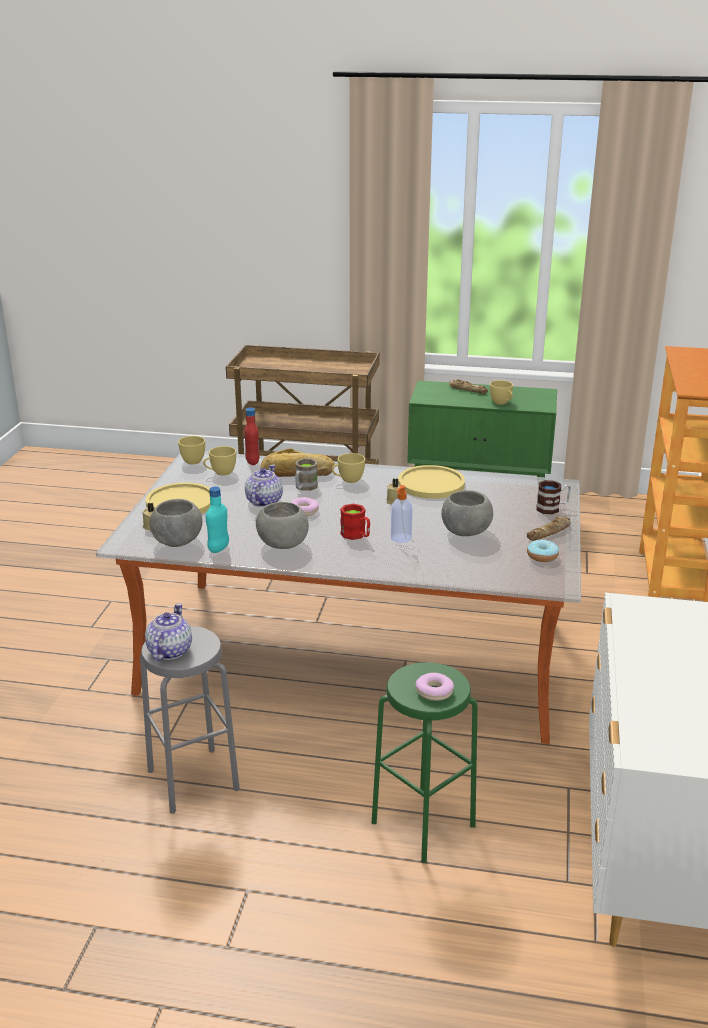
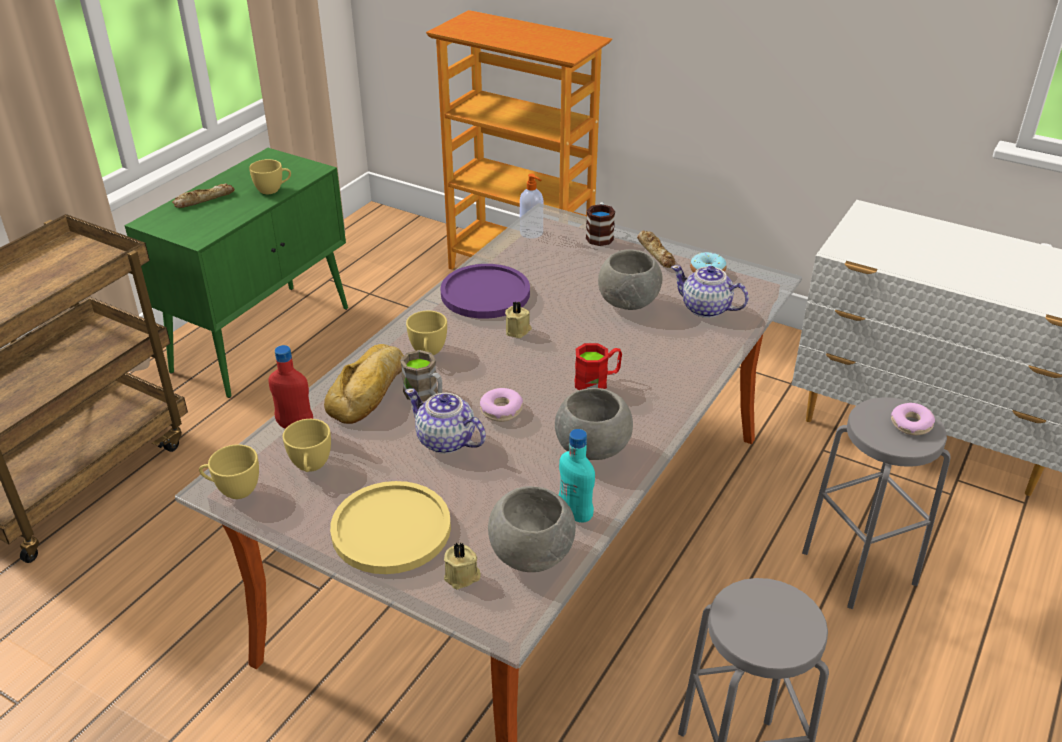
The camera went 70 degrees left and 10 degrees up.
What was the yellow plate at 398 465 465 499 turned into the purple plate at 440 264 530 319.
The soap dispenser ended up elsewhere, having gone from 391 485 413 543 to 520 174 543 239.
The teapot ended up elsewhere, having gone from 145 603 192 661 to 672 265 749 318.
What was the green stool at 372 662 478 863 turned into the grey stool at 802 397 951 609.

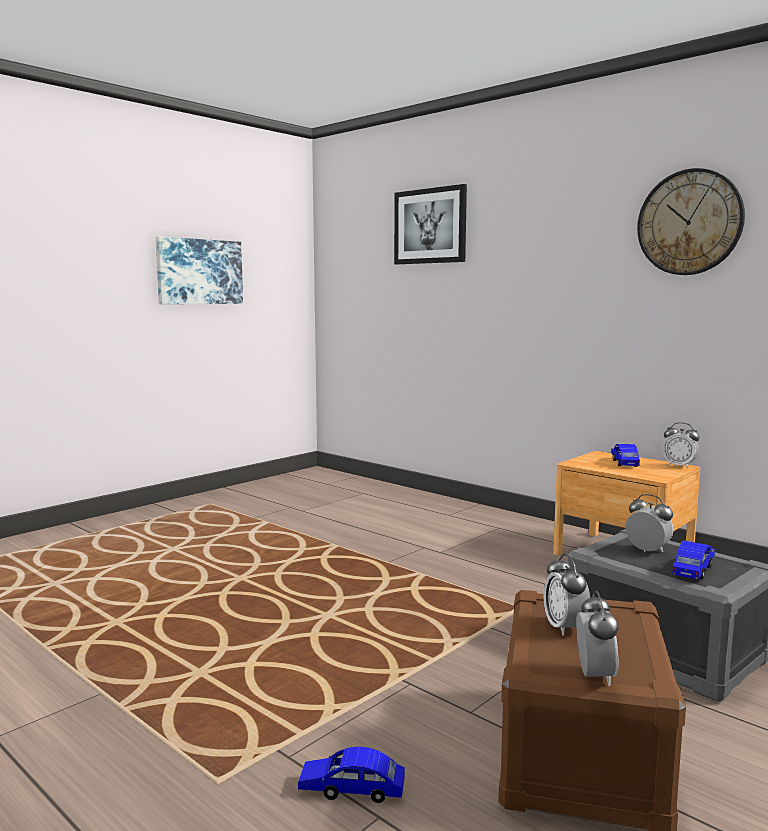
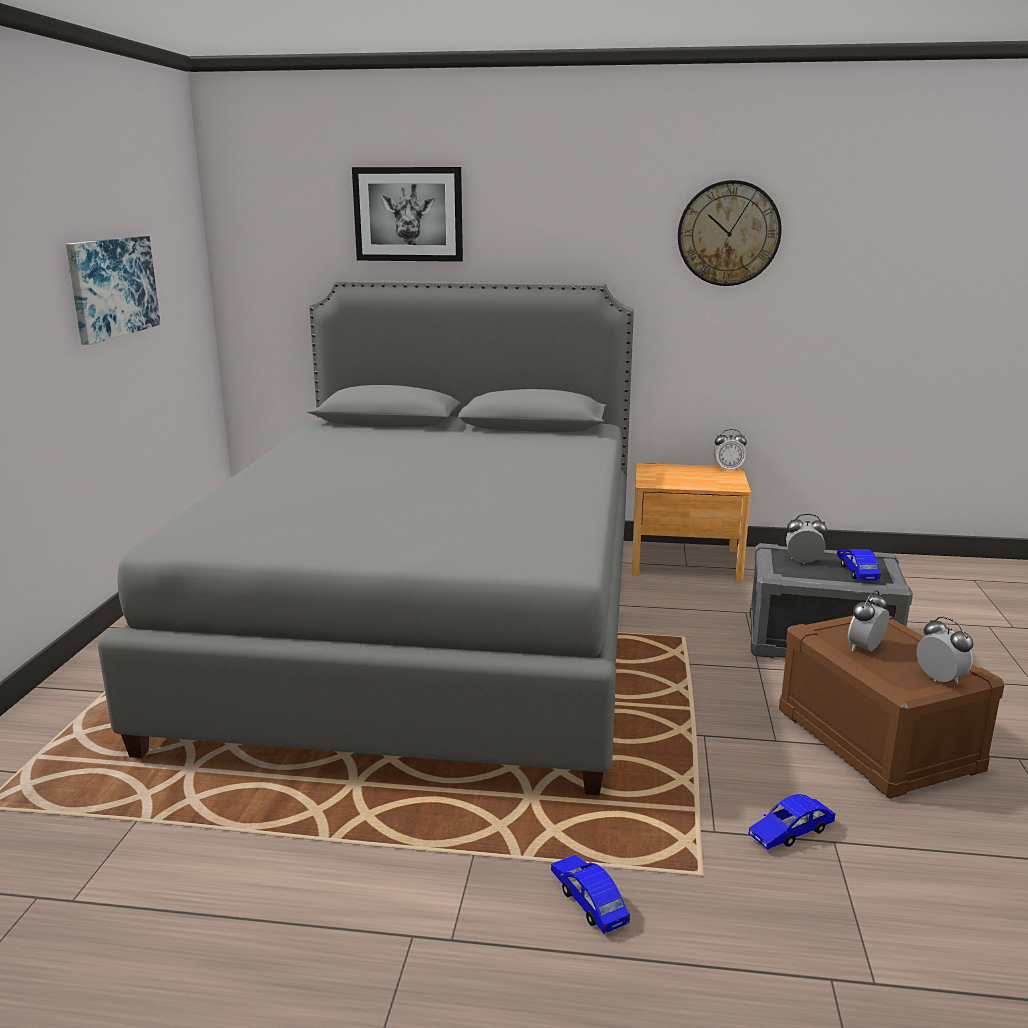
The camera went 35 degrees left and 10 degrees up.
The second view gained the grey bed at 98 279 634 796.
The blue toy car ended up elsewhere, having gone from 611 444 640 467 to 551 855 630 934.
The alarm clock at 544 554 590 636 ended up facing another way, 90 degrees clockwise from before.

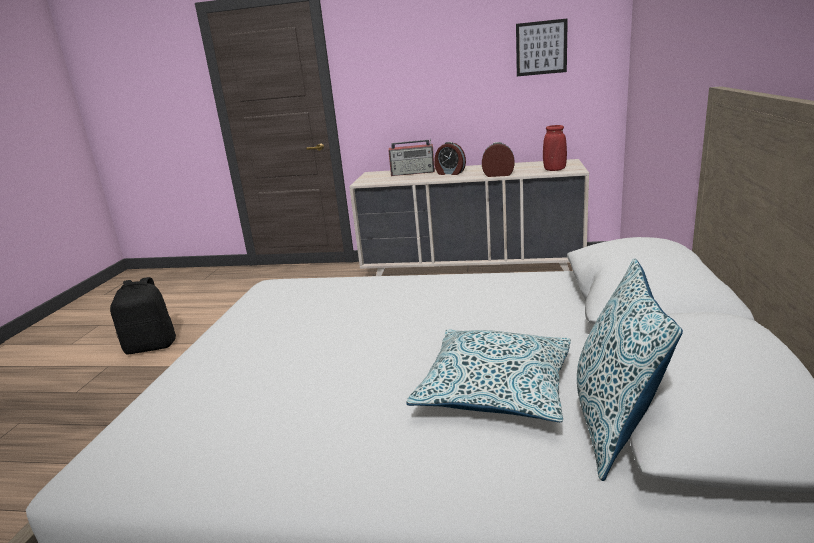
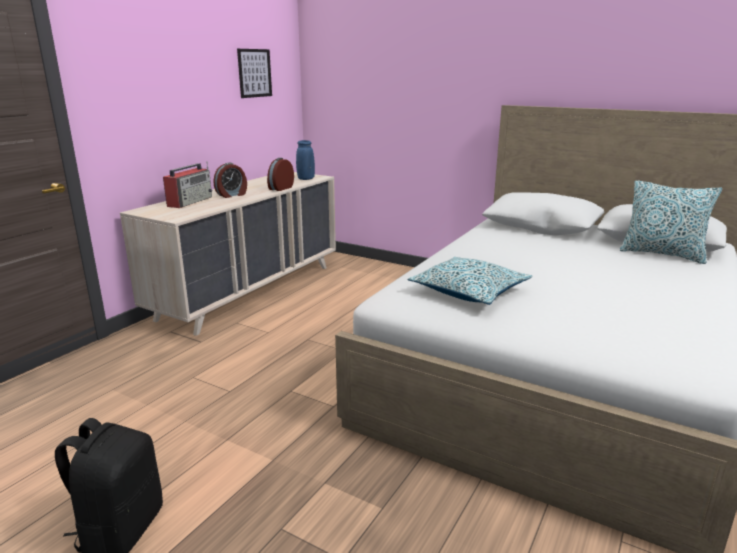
The camera went 70 degrees left and 0 degrees up.
What was the red vase at 543 125 567 171 turned into the blue vase at 296 140 315 180.
The pillow ended up elsewhere, having gone from 406 329 571 422 to 408 257 533 305.

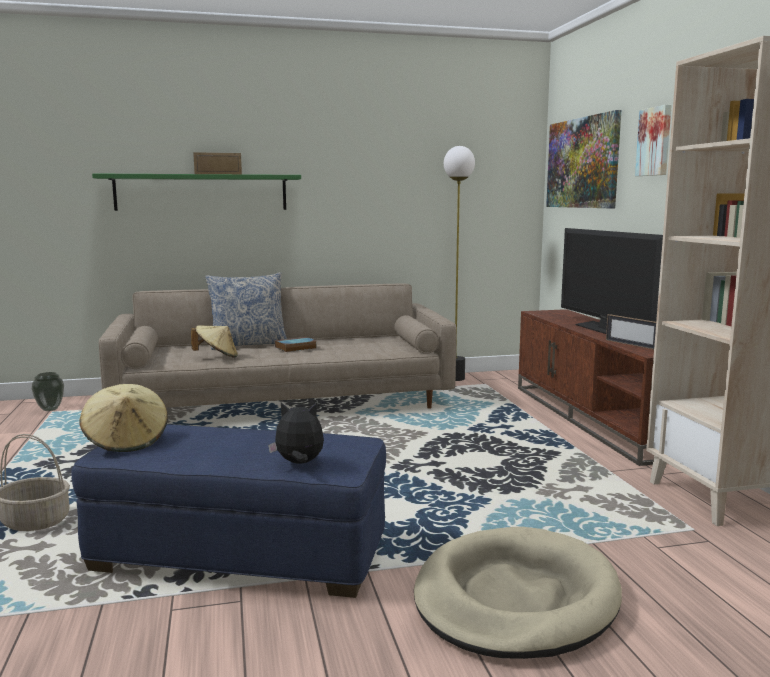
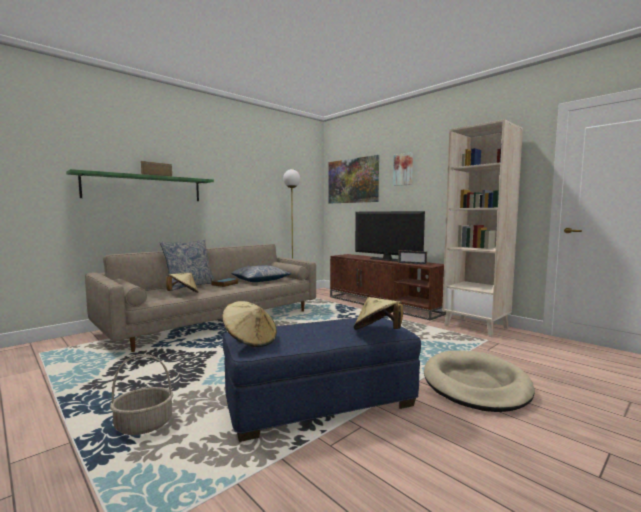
The camera went 30 degrees left and 5 degrees down.
The second view gained the pillow at 231 265 291 282.
Where the plush toy stood at 268 402 324 464, the beige hat came to stand at 354 297 403 330.
The second view lost the vase at 32 372 64 411.

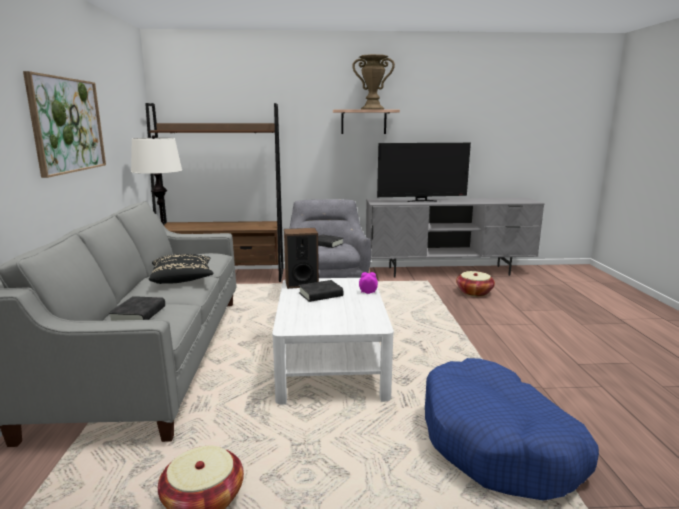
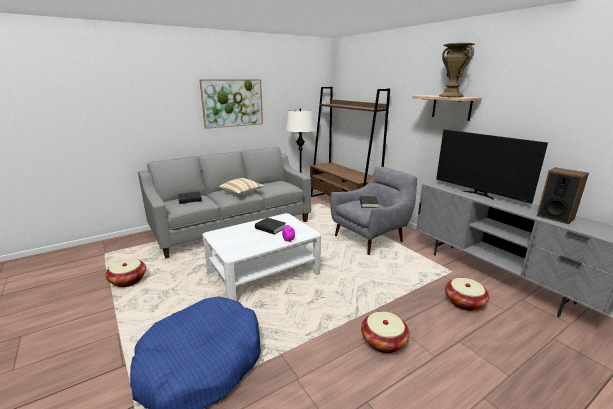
The camera went 60 degrees right and 5 degrees up.
What was the black pillow at 149 254 214 284 turned into the beige pillow at 219 178 264 195.
The second view gained the basket at 361 312 410 353.
The speaker ended up elsewhere, having gone from 284 228 319 289 to 537 167 589 224.

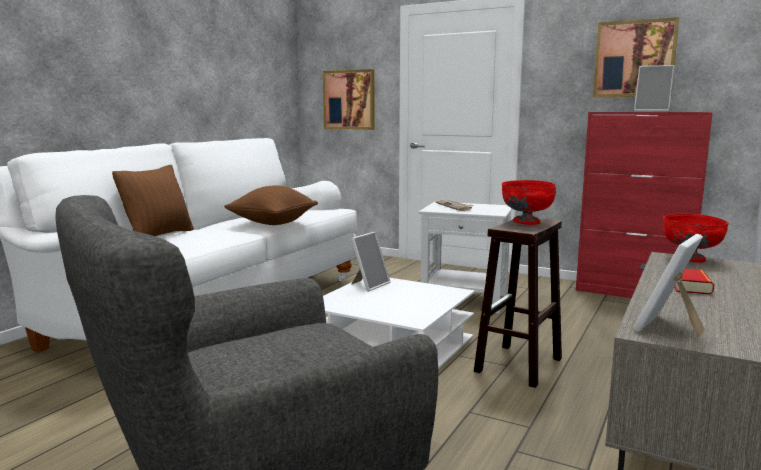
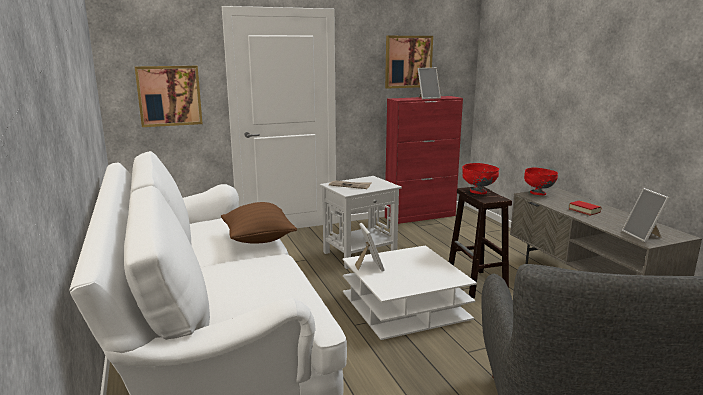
The camera went 50 degrees left and 5 degrees up.
The second view lost the brown pillow at 112 165 194 236.

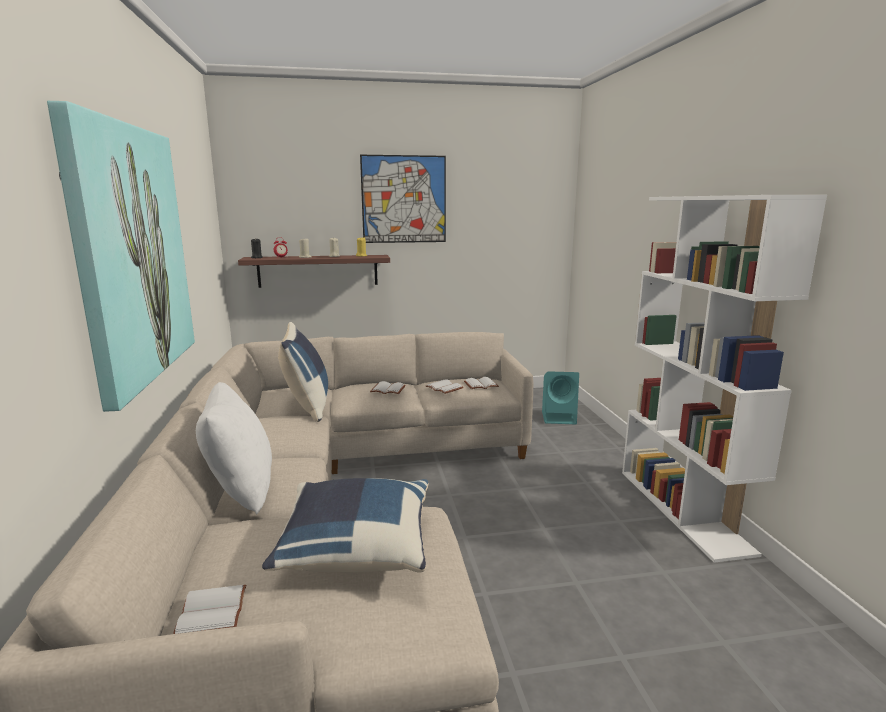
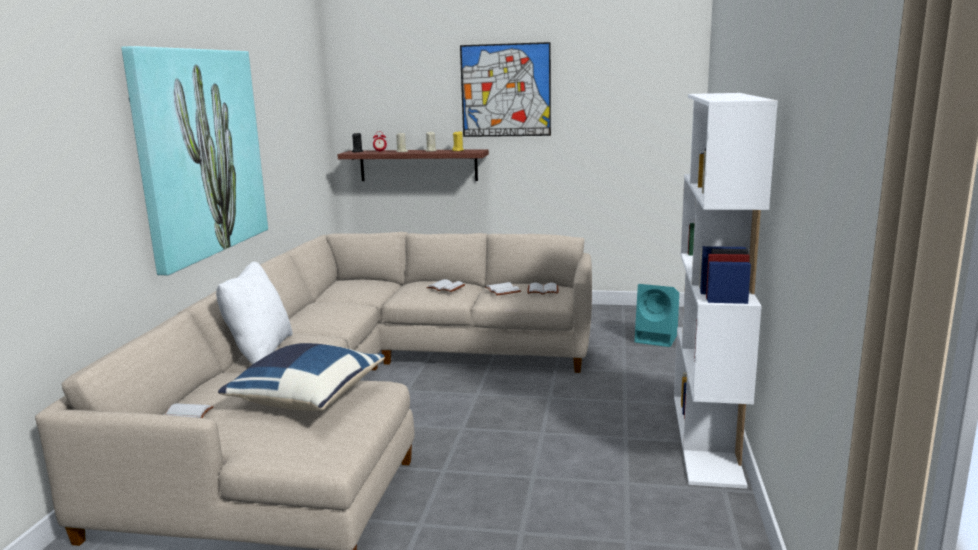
The camera went 20 degrees right and 0 degrees up.
The second view lost the blue pillow at 278 322 328 422.

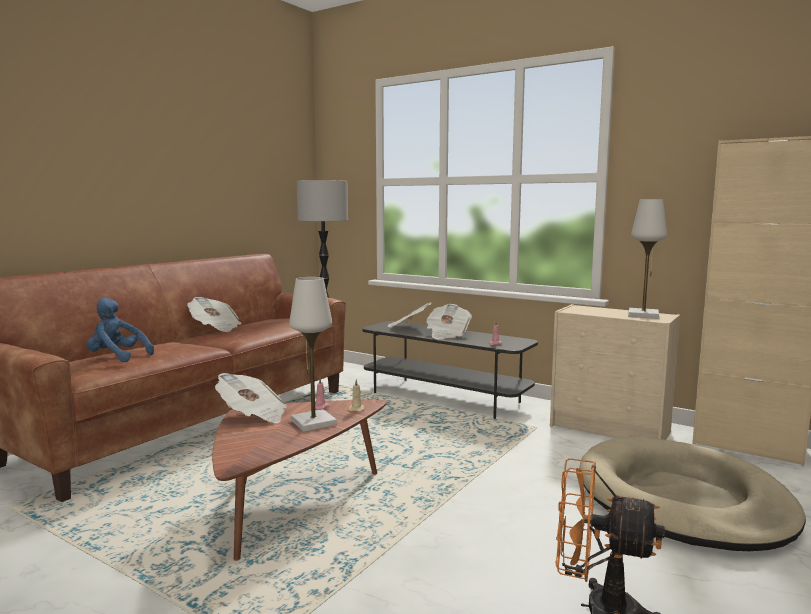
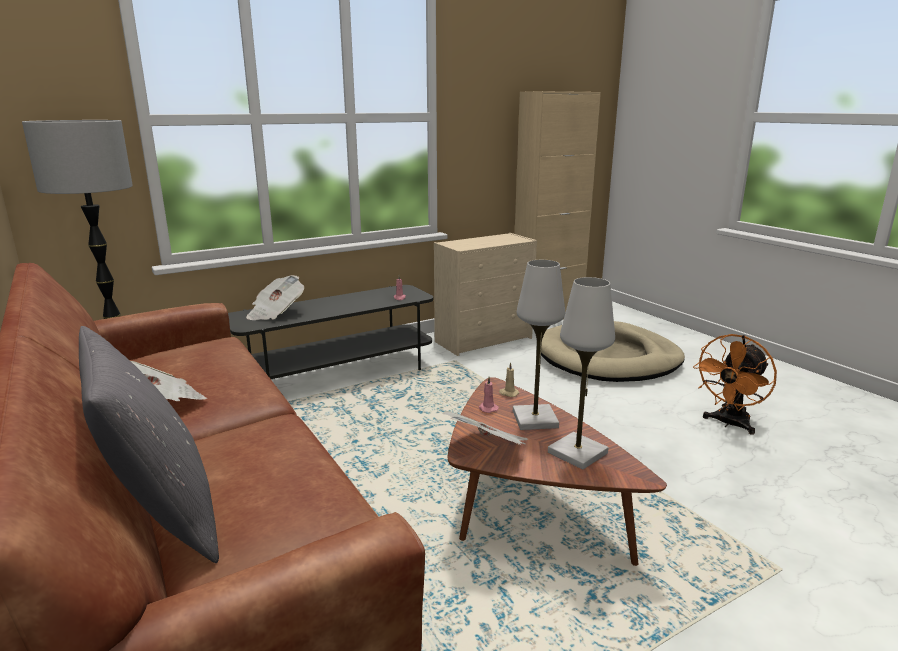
The camera went 65 degrees left and 10 degrees up.
The second view gained the grey pillow at 79 326 219 563.
The white table lamp ended up elsewhere, having gone from 628 199 667 319 to 548 277 615 470.
The second view lost the blue plush toy at 86 298 154 362.
The second view lost the newspaper at 426 304 472 339.

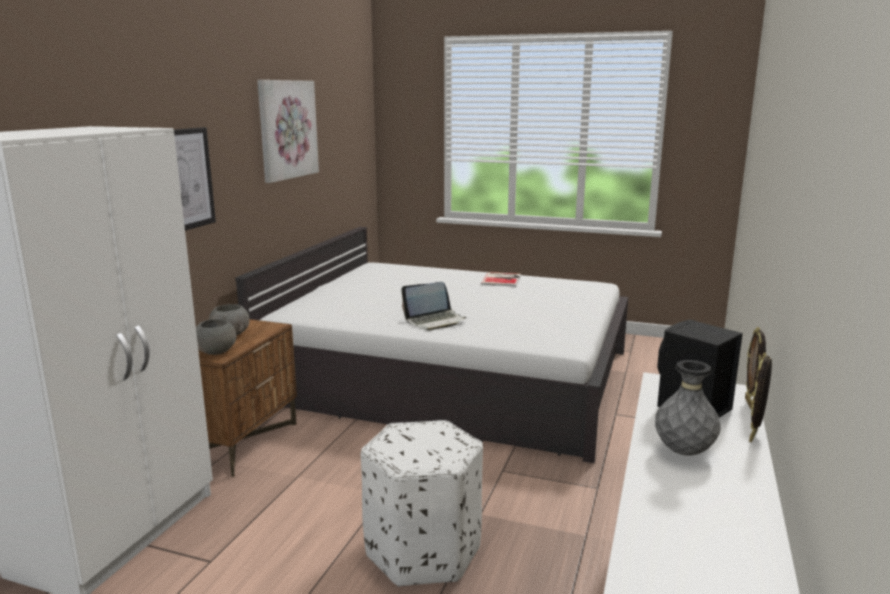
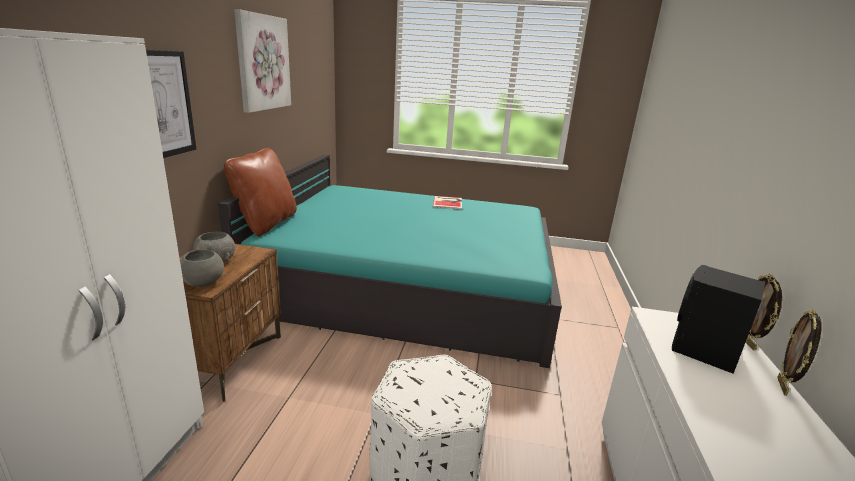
The camera went 10 degrees left and 5 degrees up.
What was the white bed at 235 227 628 463 turned into the turquoise bed at 217 155 562 368.
The second view gained the brown pillow at 224 148 297 237.
The second view lost the laptop at 401 282 466 331.
The second view lost the grey vase at 655 360 721 456.

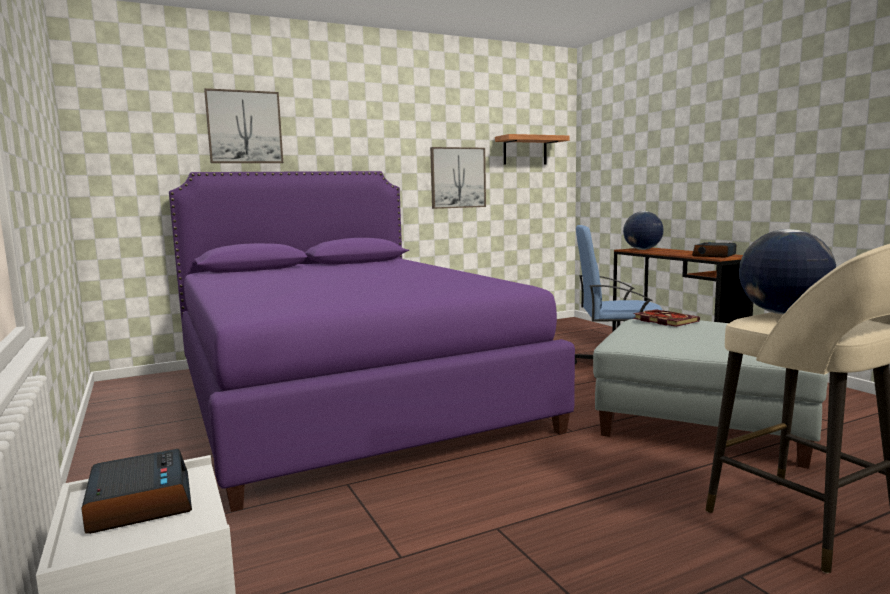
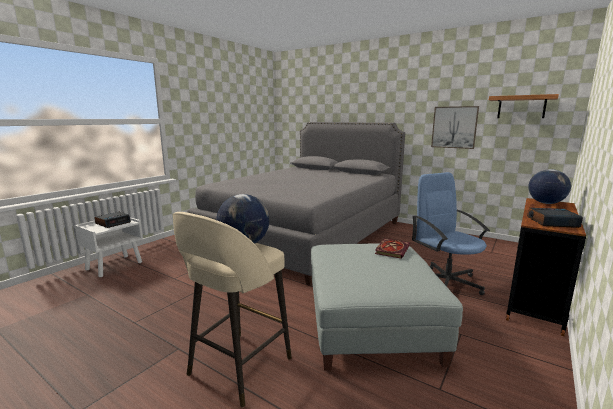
The camera went 60 degrees right and 5 degrees up.
What was the purple bed at 169 171 575 512 turned into the grey bed at 187 122 405 286.
The second view lost the picture at 204 88 283 163.

